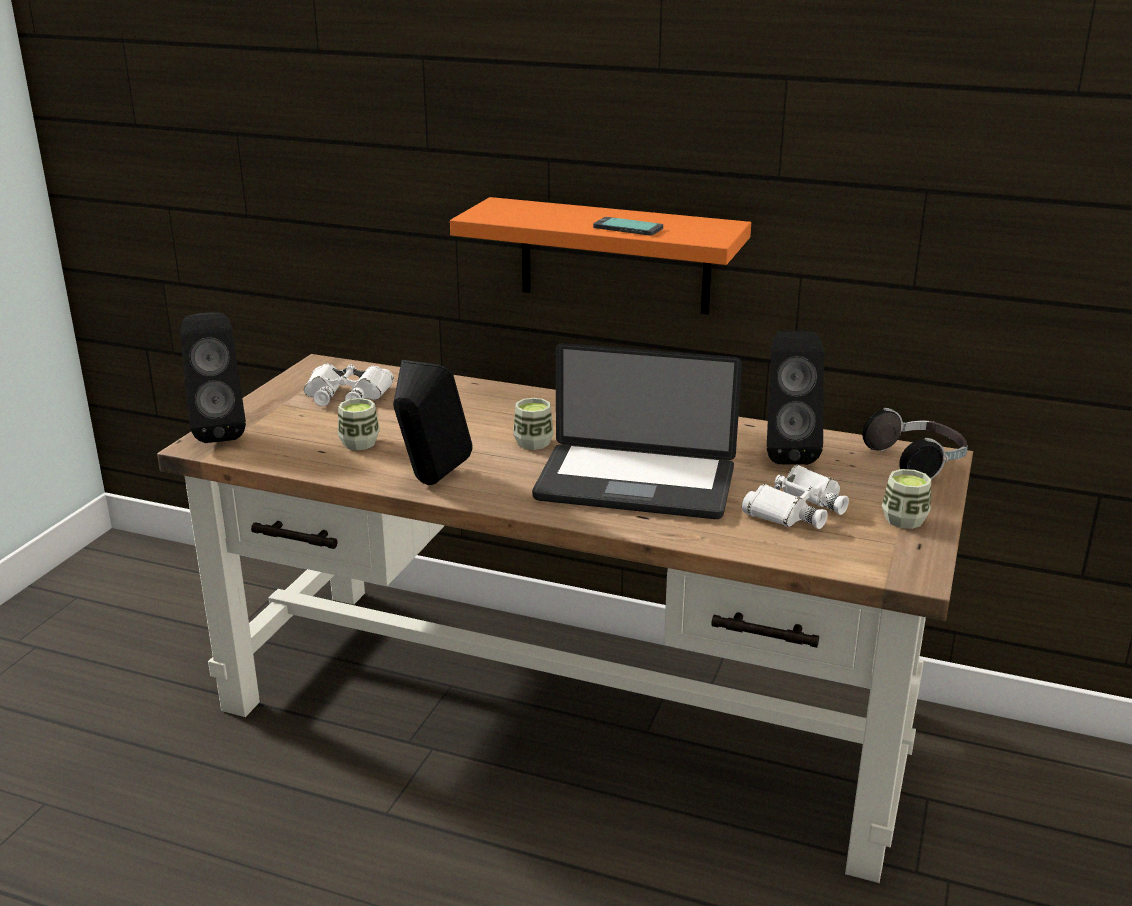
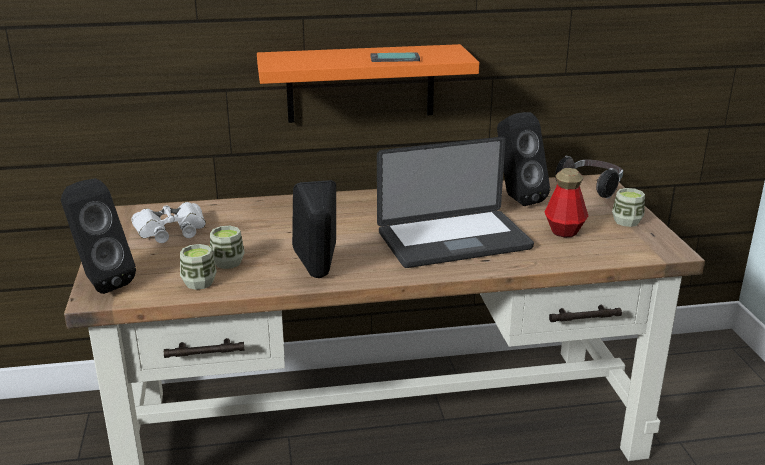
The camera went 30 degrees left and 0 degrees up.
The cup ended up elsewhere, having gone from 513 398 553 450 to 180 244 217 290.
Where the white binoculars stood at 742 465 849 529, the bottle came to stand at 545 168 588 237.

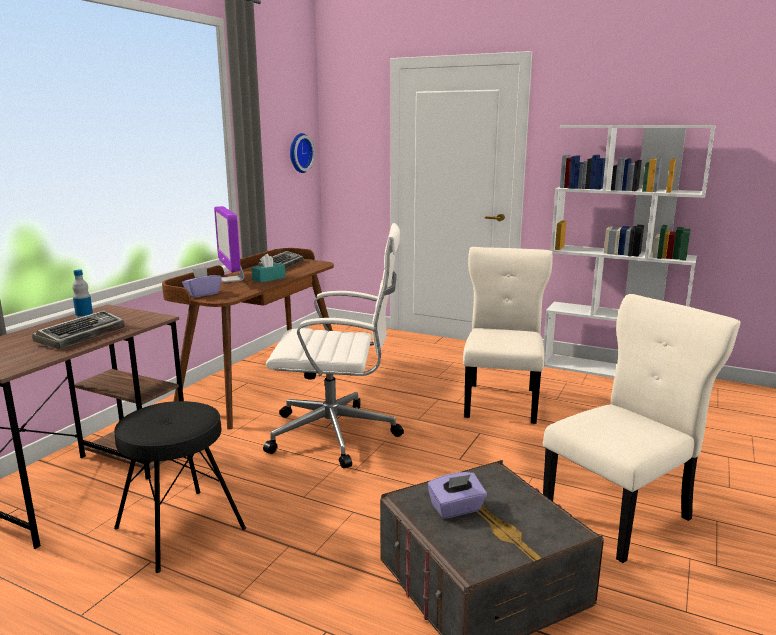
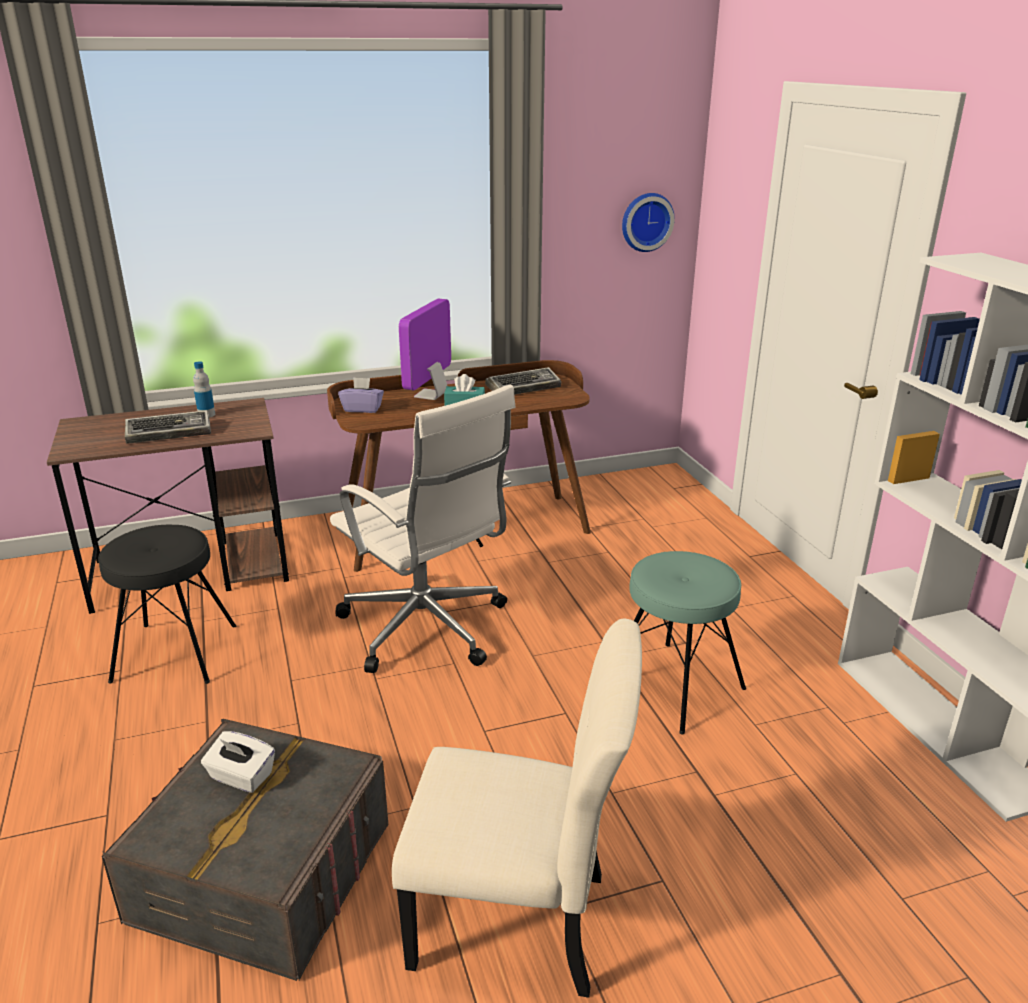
The camera went 45 degrees right and 10 degrees up.
What was the purple tissue box at 427 472 487 519 turned into the white tissue box at 201 731 275 793.
Where the beige chair stood at 463 247 553 424, the turquoise stool came to stand at 629 551 746 735.

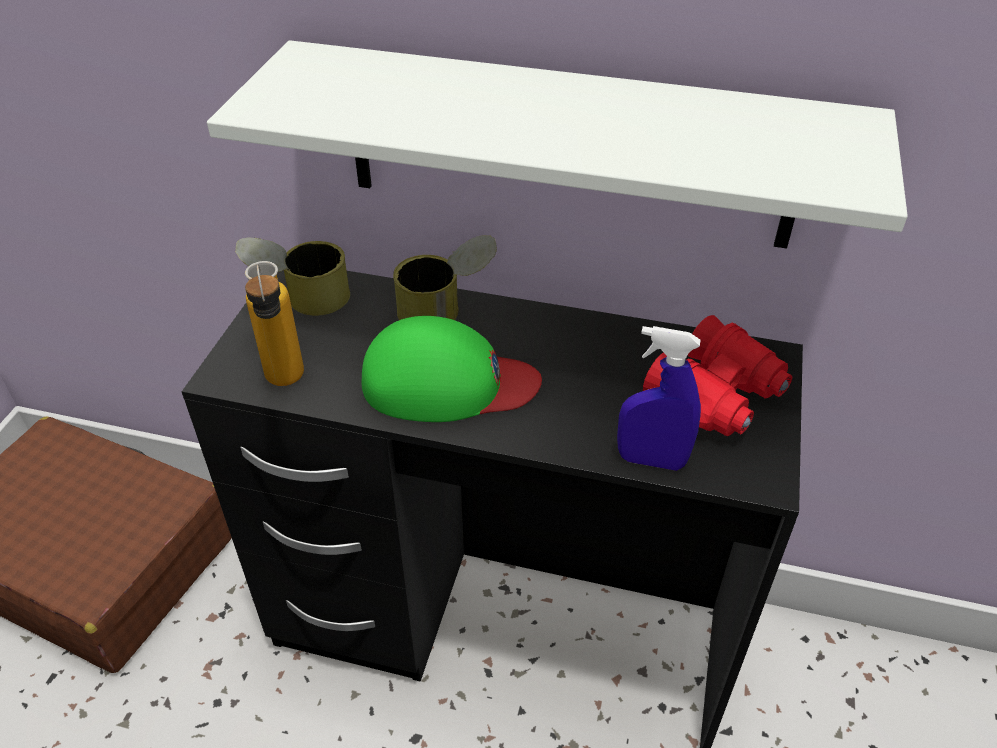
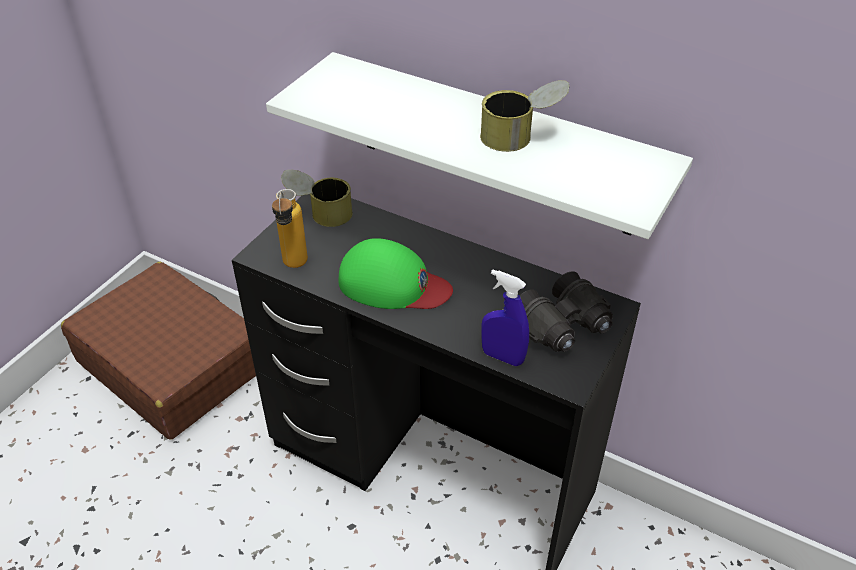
The camera went 15 degrees right and 0 degrees up.
The can ended up elsewhere, having gone from 393 235 497 320 to 480 80 569 152.
What was the red binoculars at 643 315 792 436 turned into the black binoculars at 519 271 613 352.

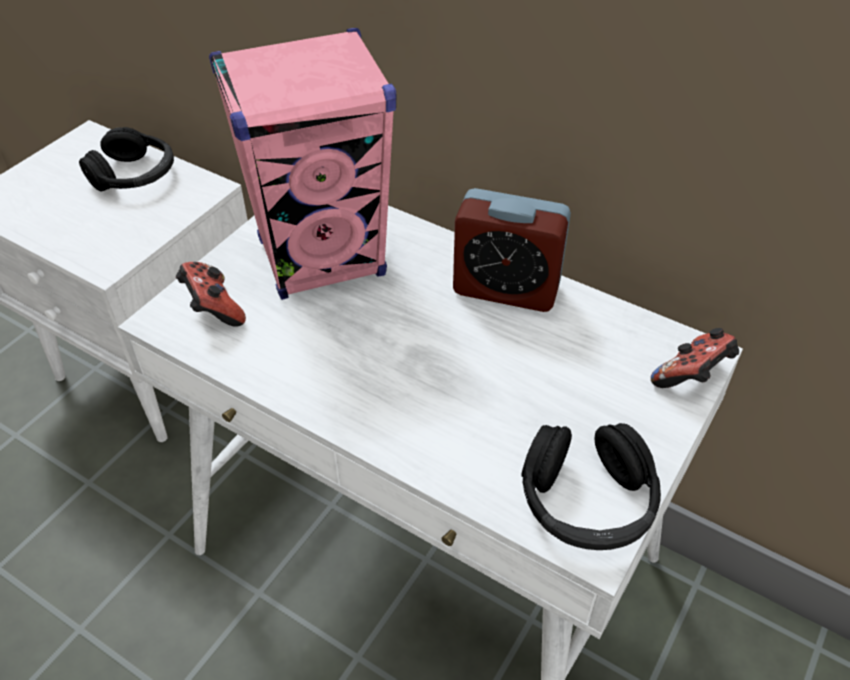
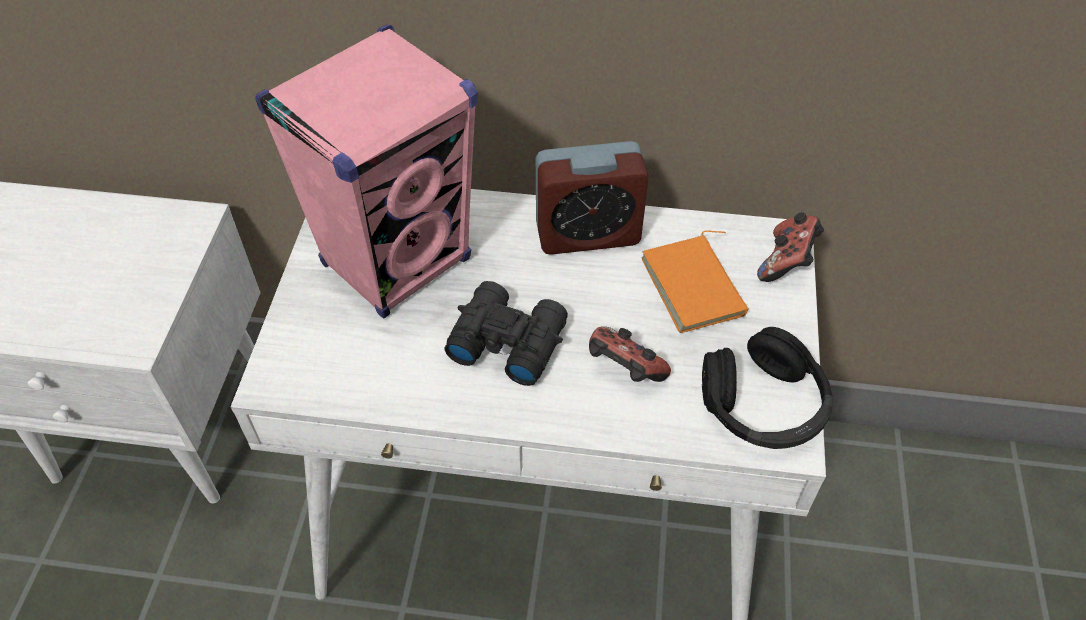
The camera went 25 degrees left and 5 degrees up.
The second view gained the black binoculars at 445 281 568 386.
The game controller ended up elsewhere, having gone from 176 262 246 327 to 589 326 671 382.
The second view gained the orange book at 642 230 749 333.
The second view lost the black headphones at 79 127 174 192.

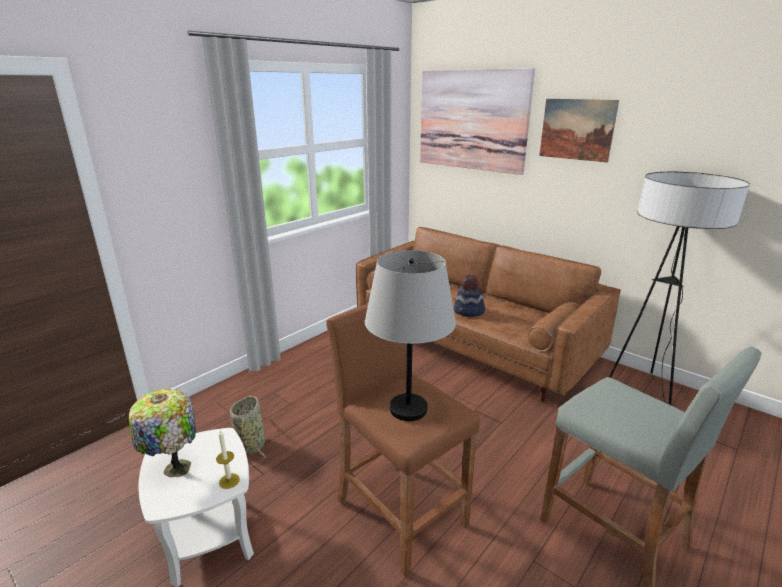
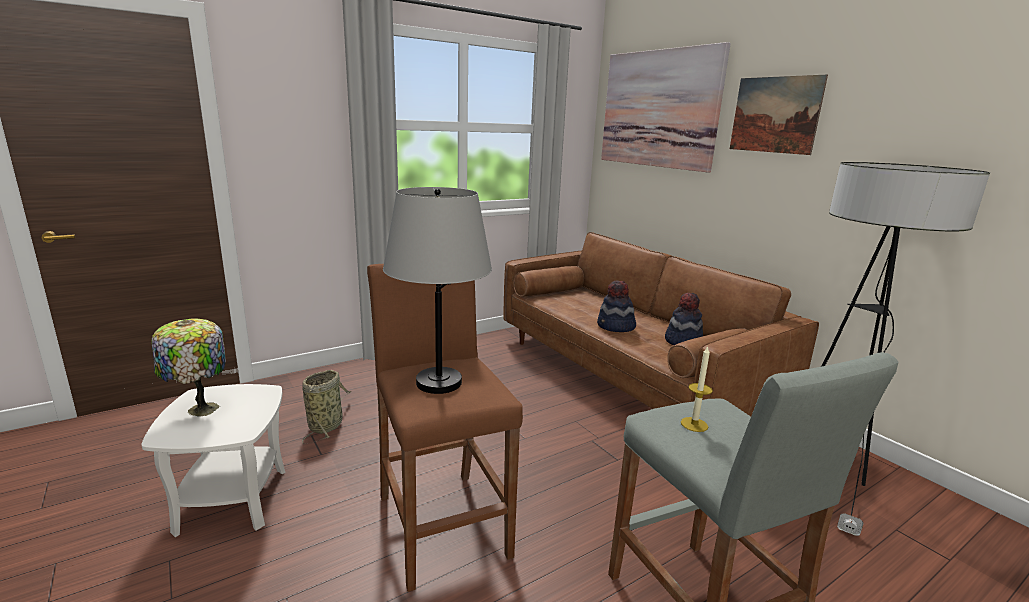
The camera went 15 degrees right and 5 degrees down.
The second view gained the hat at 665 293 703 345.
The candle ended up elsewhere, having gone from 216 430 240 489 to 681 346 713 432.

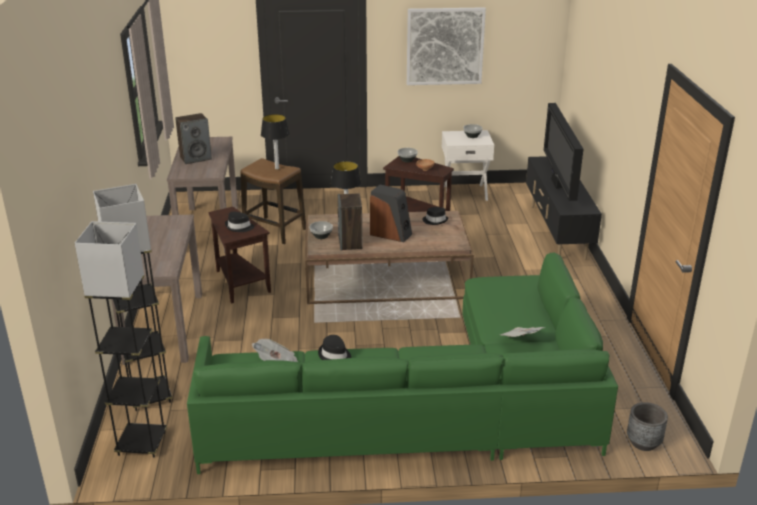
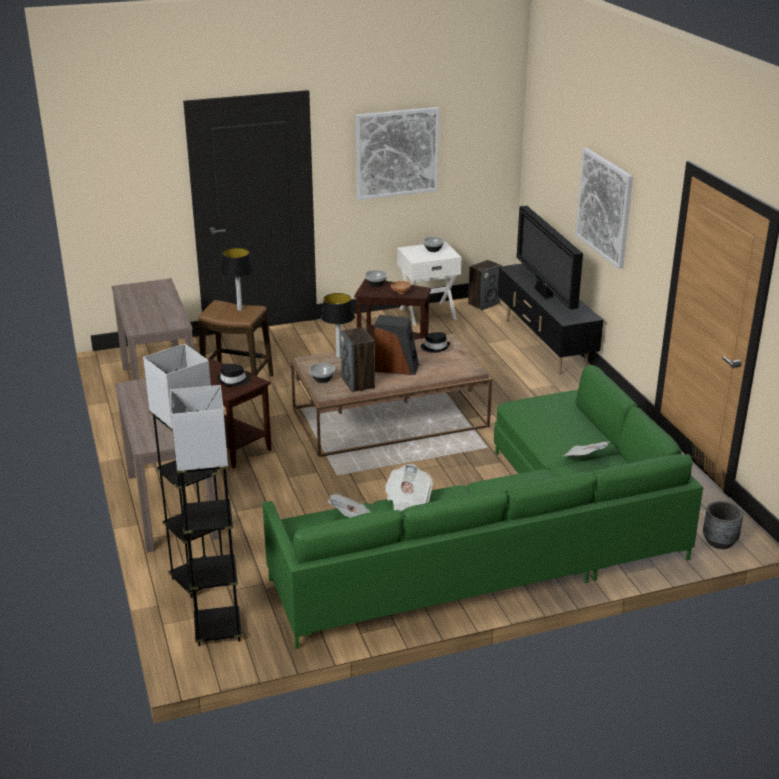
The camera went 15 degrees left and 0 degrees up.
Where the black hat stood at 318 335 351 360, the newspaper came to stand at 385 464 433 512.
The speaker ended up elsewhere, having gone from 175 113 212 164 to 468 260 502 310.
The second view gained the picture at 575 148 633 269.

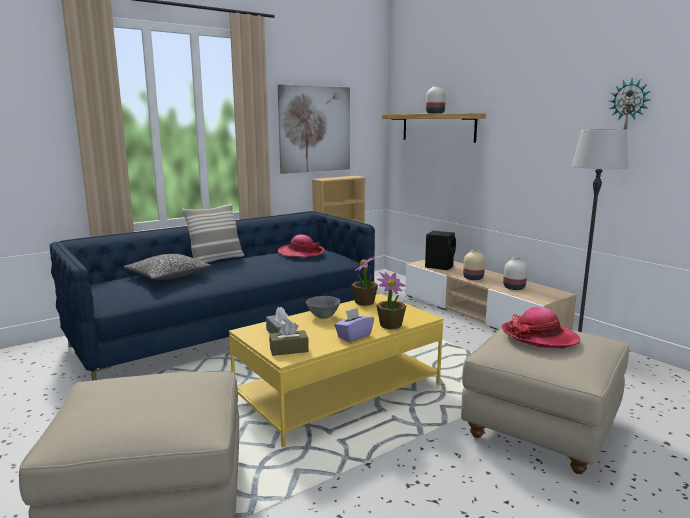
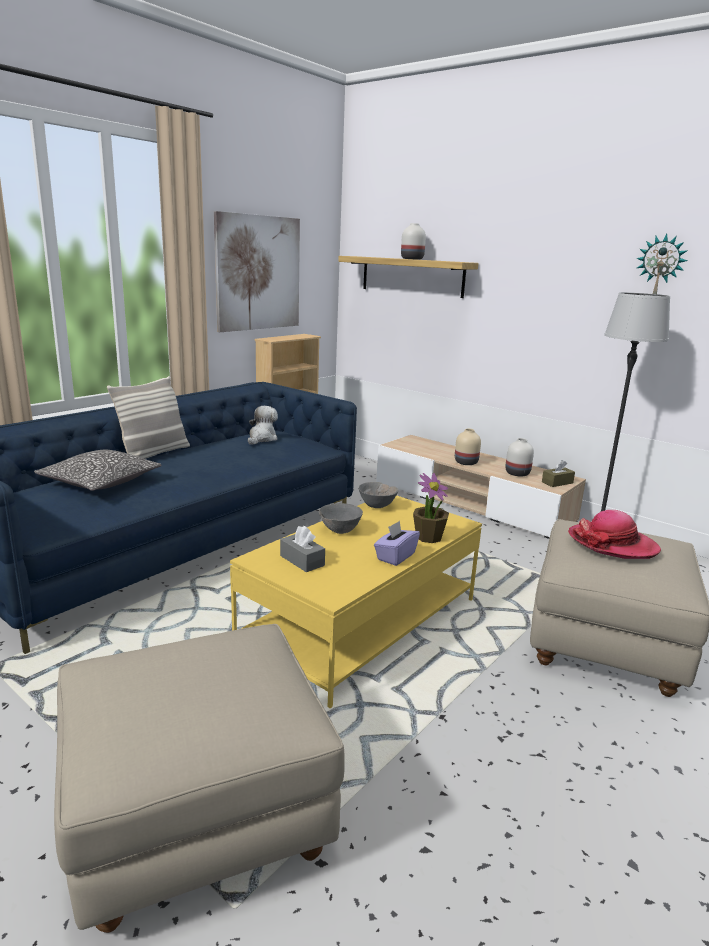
The camera went 15 degrees left and 5 degrees up.
Where the hat stood at 278 235 325 257, the plush toy came to stand at 248 406 278 445.
Where the potted plant stood at 351 257 378 306, the grey bowl came to stand at 359 482 399 508.
The brown tissue box ended up elsewhere, having gone from 269 321 309 356 to 542 460 575 487.
The second view lost the black speaker at 425 231 456 270.

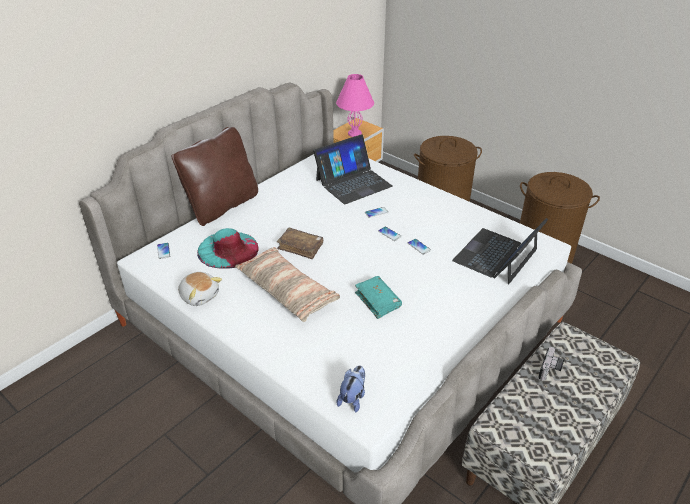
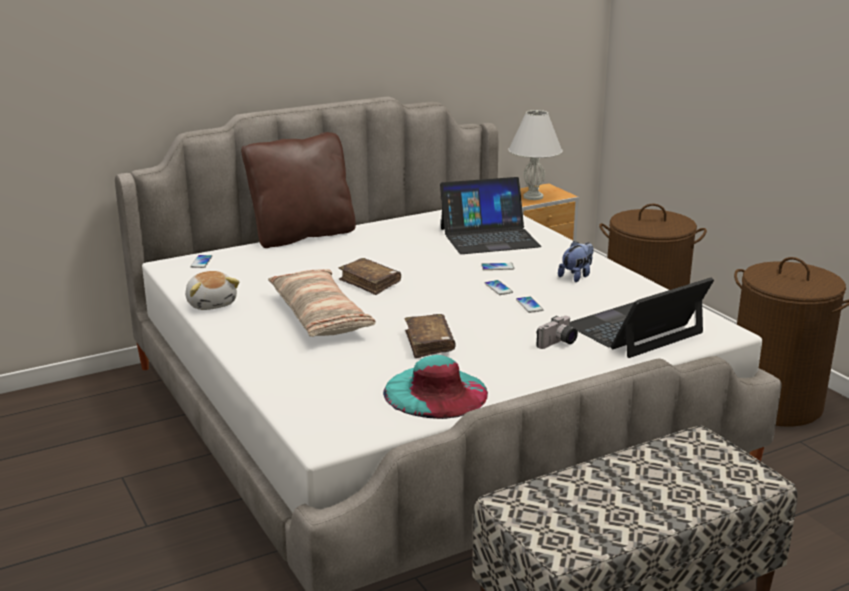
The camera went 20 degrees right and 15 degrees down.
The turquoise hat ended up elsewhere, having gone from 197 228 259 269 to 383 355 488 419.
What was the turquoise book at 355 276 402 319 turned into the brown book at 405 314 456 358.
What was the pink table lamp at 336 74 374 137 turned into the white table lamp at 508 110 563 200.
The photo camera ended up elsewhere, having gone from 538 347 564 380 to 536 316 578 349.
The plush toy ended up elsewhere, having gone from 337 365 365 412 to 558 241 594 282.

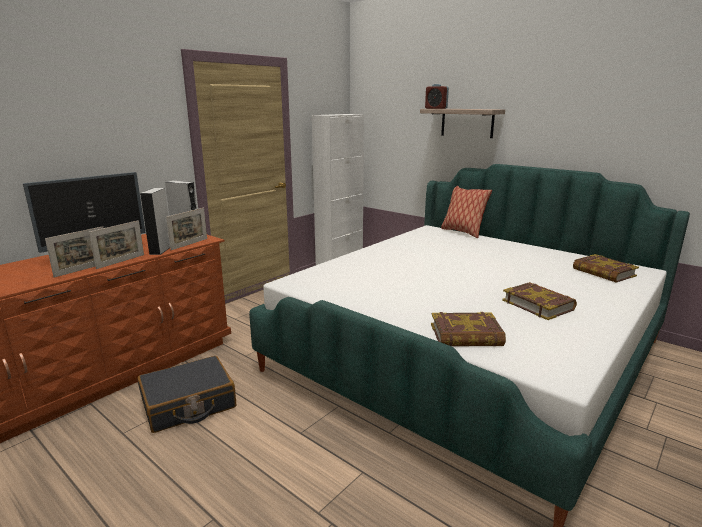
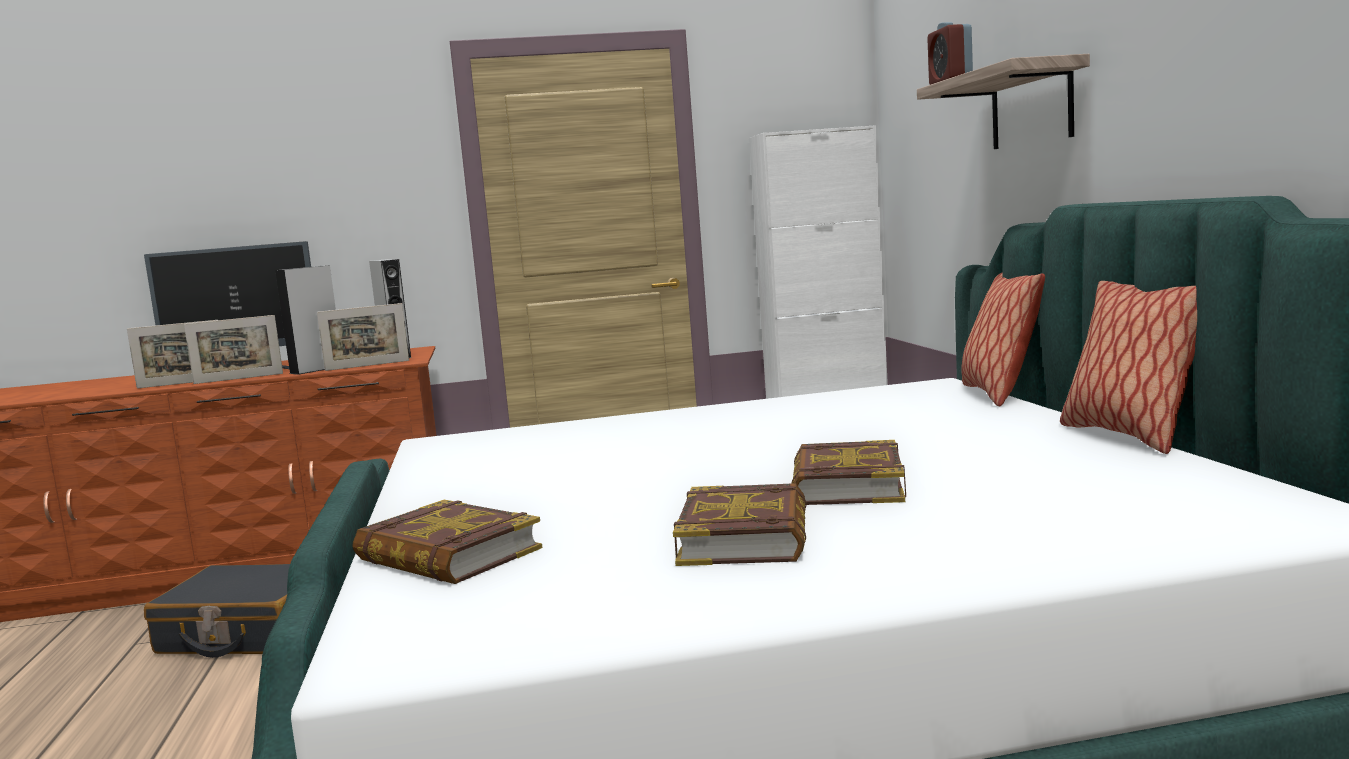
The camera went 40 degrees right and 10 degrees down.
The book ended up elsewhere, having gone from 573 254 639 283 to 791 440 906 505.
The second view gained the pillow at 1060 281 1197 454.

